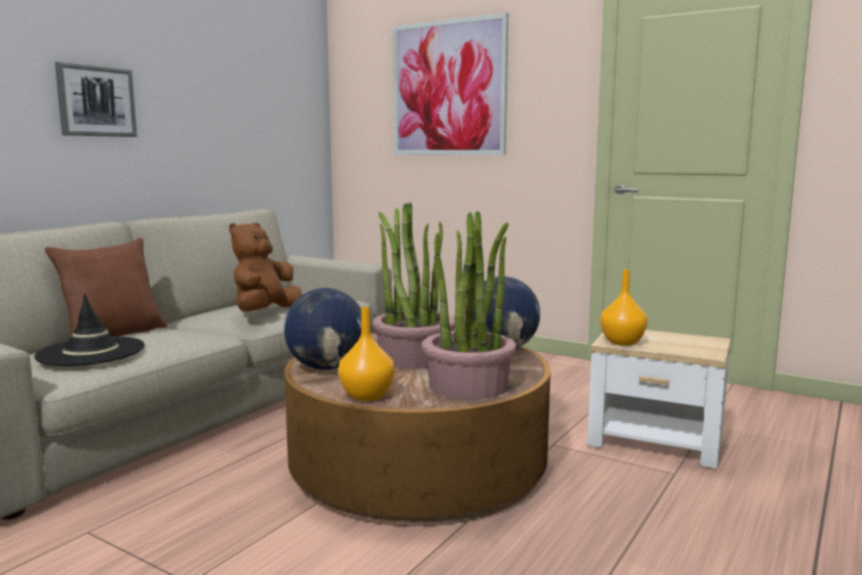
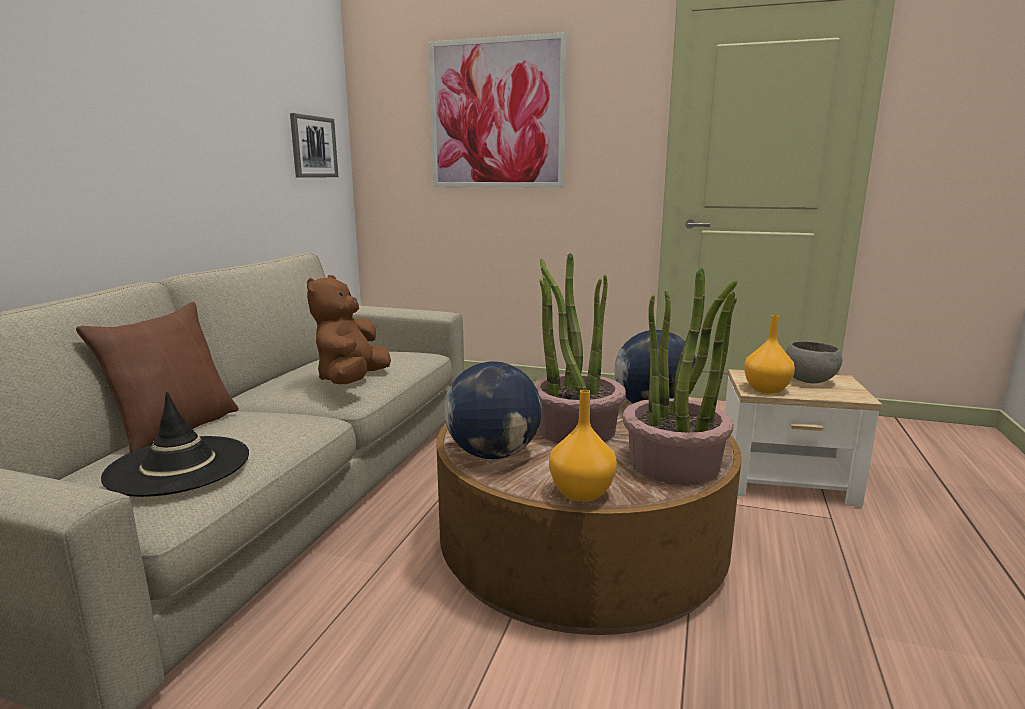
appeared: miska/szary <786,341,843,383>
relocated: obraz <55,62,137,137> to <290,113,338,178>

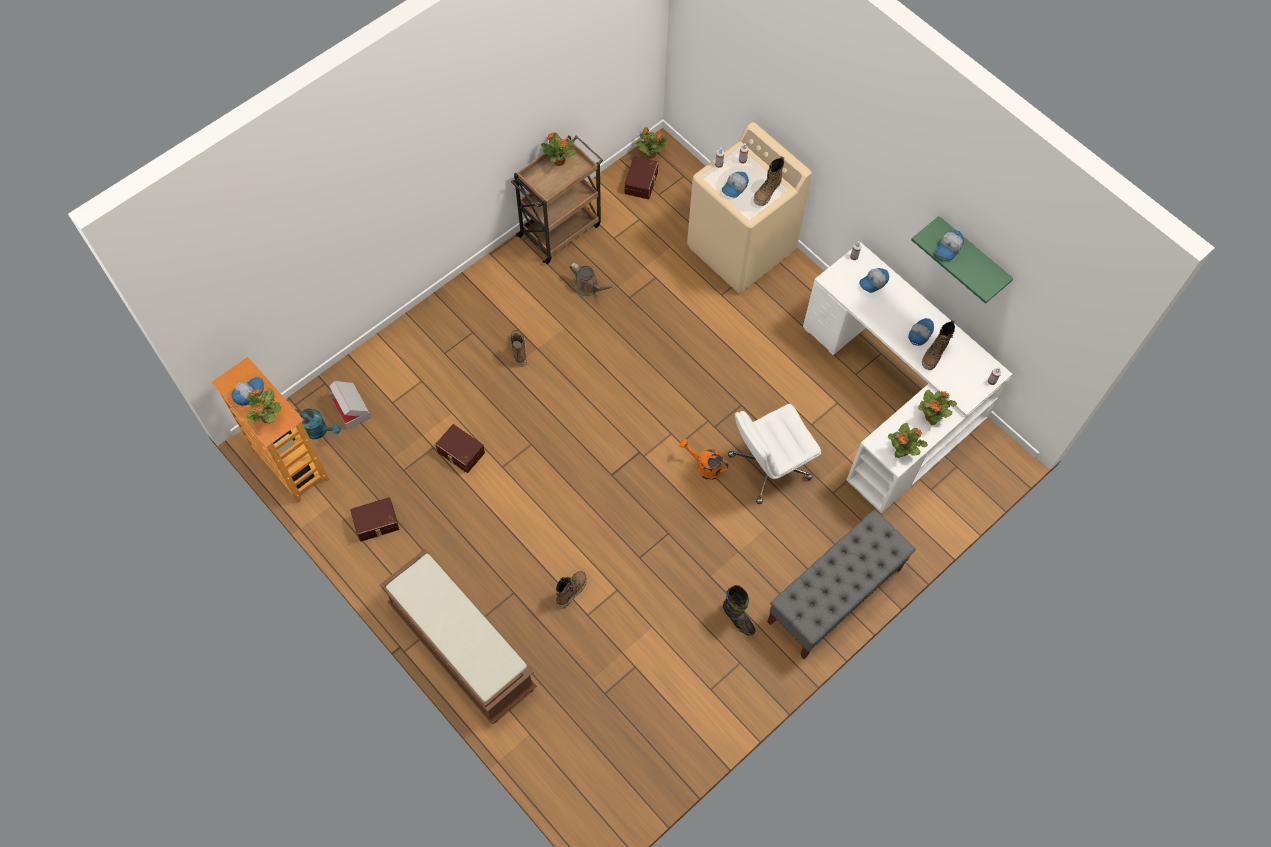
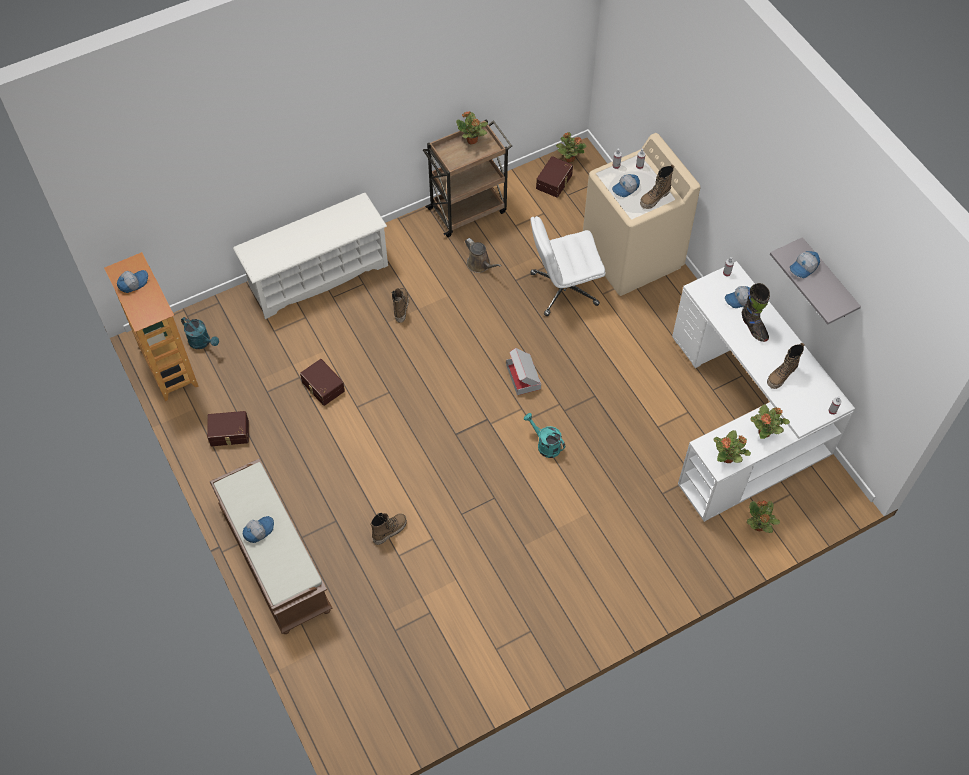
missing: ławka/szary <767,510,916,659>
appeared: regał na buty/biały <233,193,388,319>
relocated: roślina doniczkowa <247,388,282,423> to <747,500,780,533>; karton <330,381,371,429> to <506,348,541,395>; but z cholewką/czarny <723,585,755,636> to <742,283,770,342>; krzesło biurowe/biały <728,404,821,504> to <530,216,605,316>; czapka z daszkiem <908,318,934,346> to <243,516,274,543>
colour: konewka/pomarańczowy <679,439,729,480> to konewka/turkusowy <524,413,565,458>; półka/zielony <911,216,1014,304> to półka/szary <770,237,861,324>

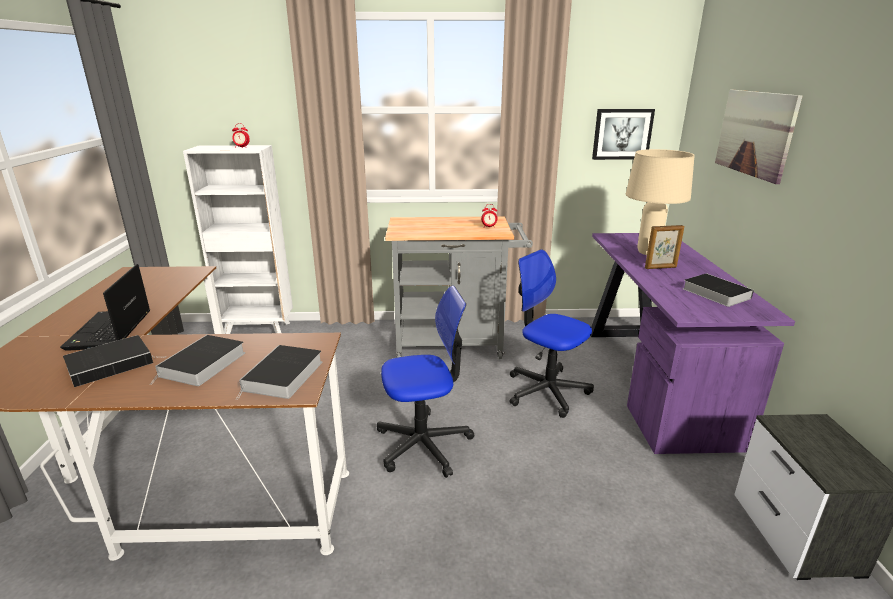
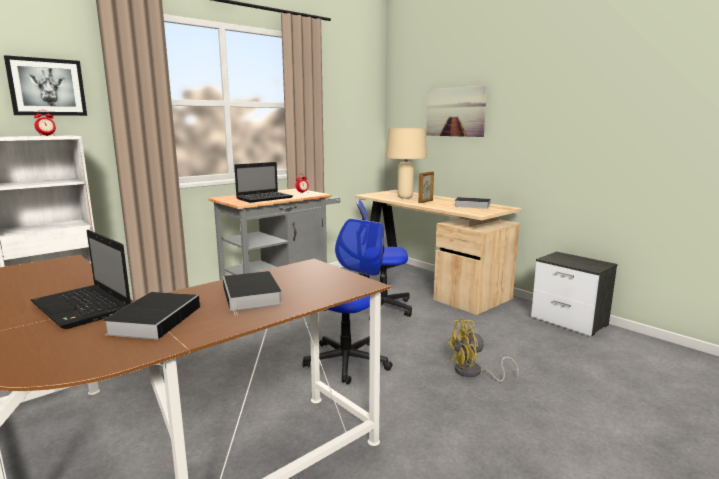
missing: książka <236,345,322,400>
appeared: laptop <234,162,293,203>; wentylator/żółty <447,319,519,382>
relocated: obraz <592,109,655,160> to <4,55,87,116>
colour: biurko/fioletowy <591,233,795,454> to biurko/beżowy <354,190,522,315>

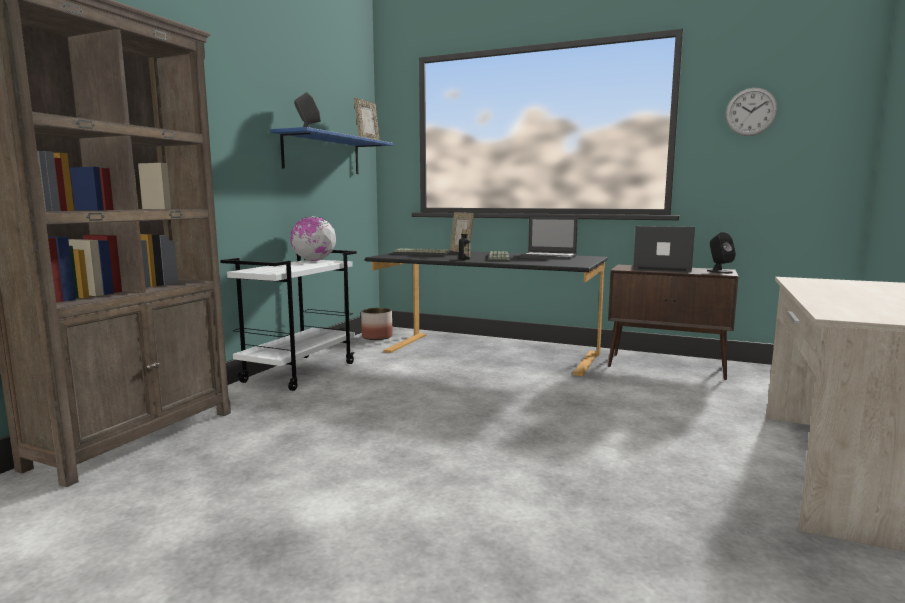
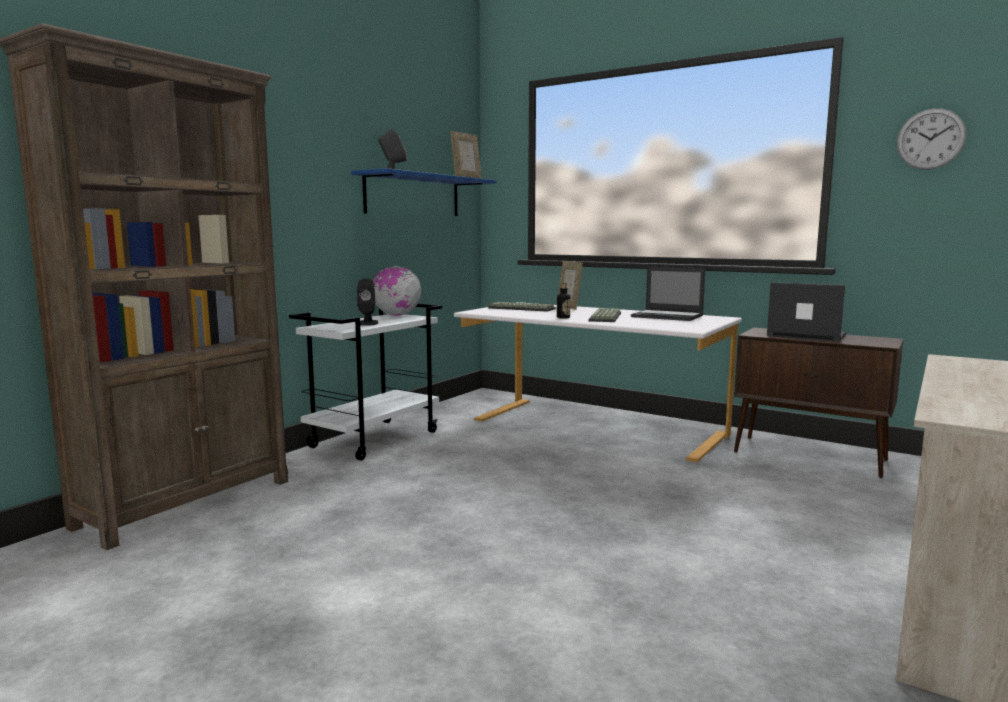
missing: donica <361,308,393,340>
relocated: głośnik/czarny <707,232,736,274> to <357,278,378,326>
colour: biurko/czarny <365,251,608,376> to biurko/biały <454,302,742,462>

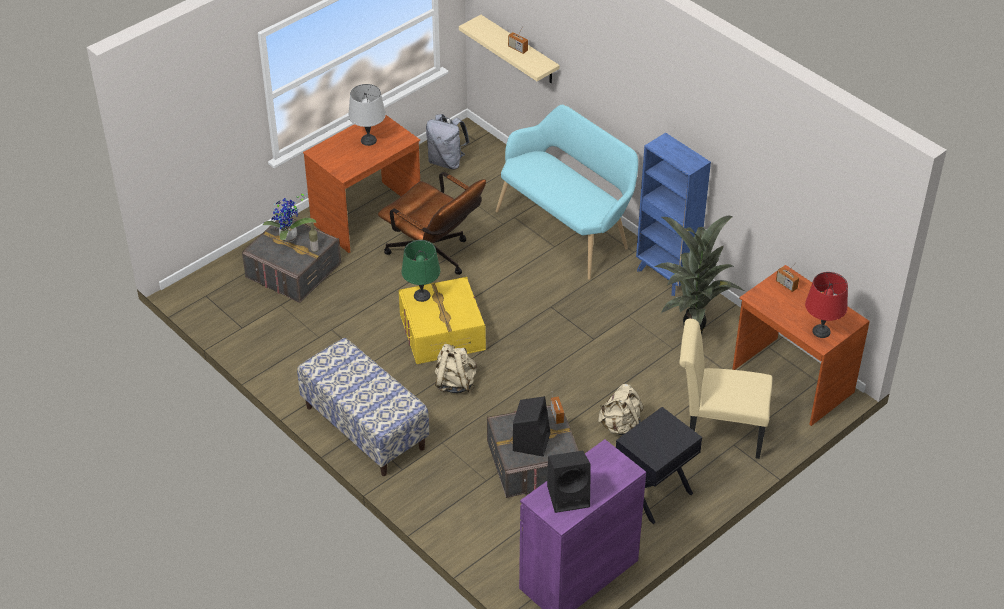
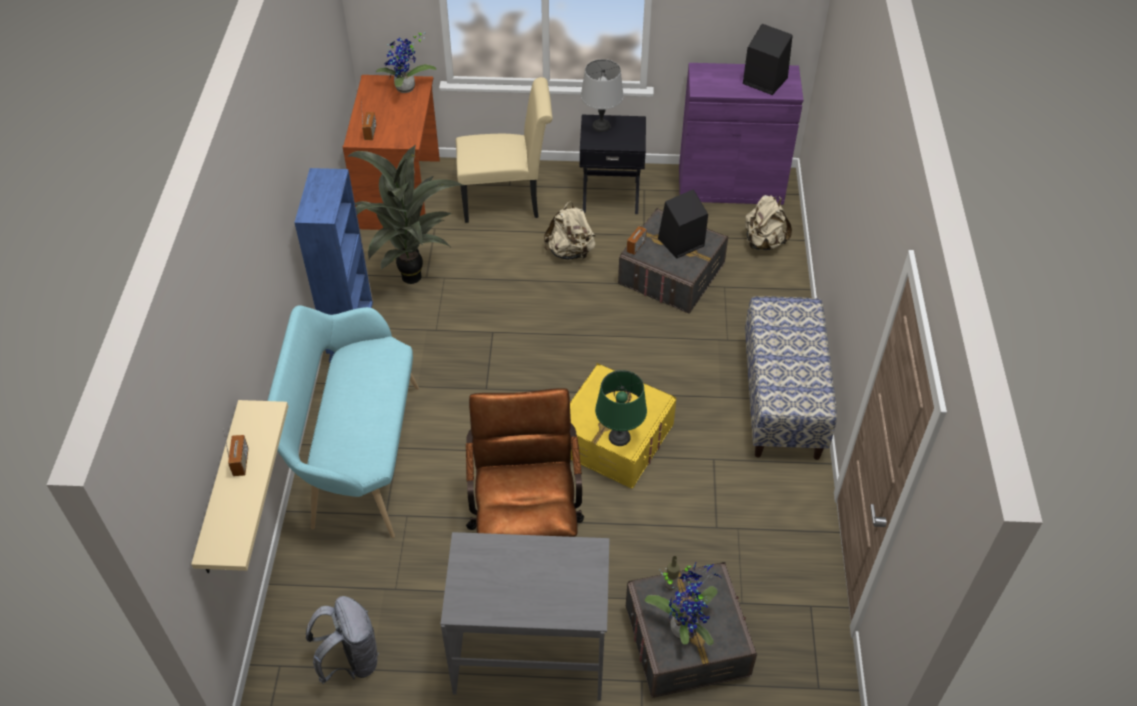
relocated: lampa stołowa/szary <348,84,386,146> to <581,59,624,132>; plecak/beżowy <435,344,477,393> to <745,195,792,250>
exchanged: lampa stołowa/czerwony <805,272,848,338> to roślina doniczkowa <376,32,437,93>
colour: biurko/brązowy <303,115,420,253> to biurko/szary <441,532,609,701>
spun: krzesło/beżowy <679,319,773,459> = <456,77,553,223> 60 degrees counterclockwise

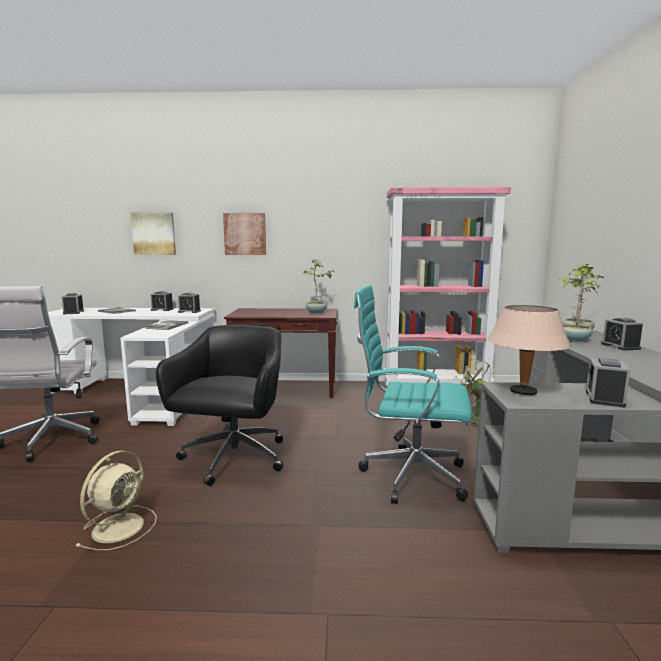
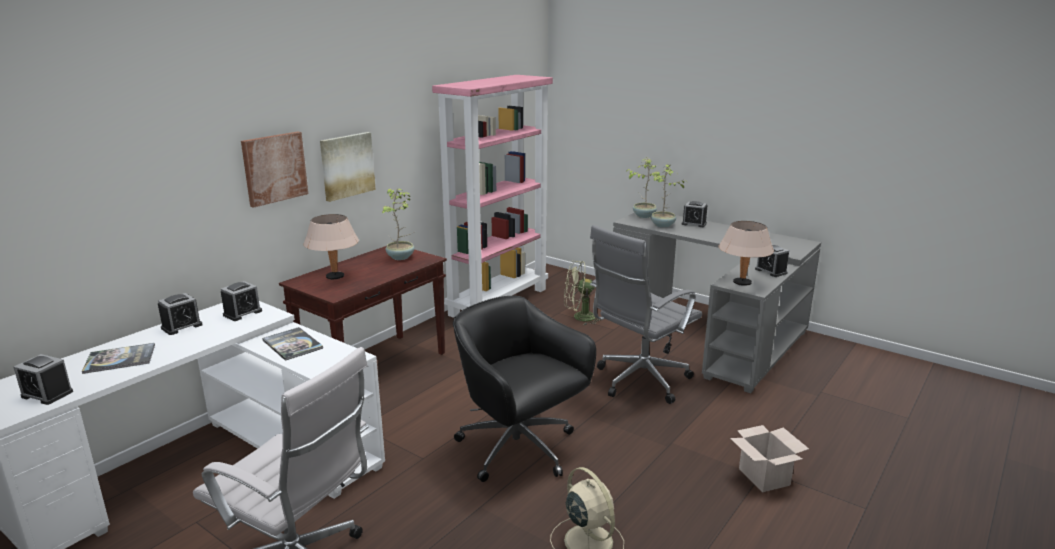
appeared: lampa stołowa/beżowy <303,214,359,280>; karton <730,425,809,492>
relocated: obraz <131,212,176,255> to <320,132,376,202>
colour: krzesło biurowe/turkusowy <354,285,472,504> to krzesło biurowe/szary <590,225,702,404>

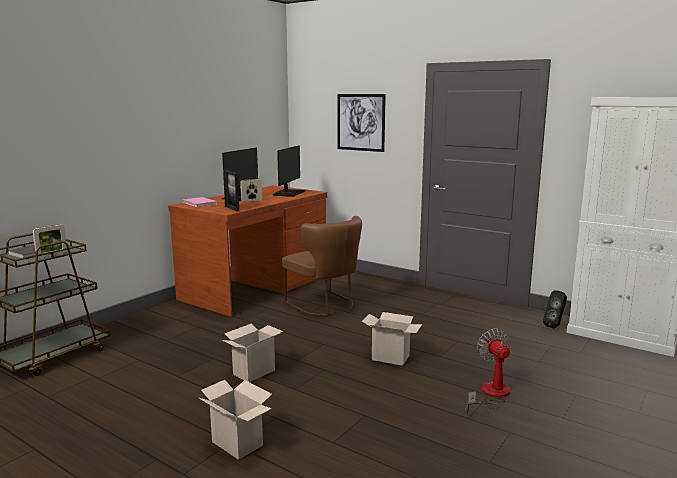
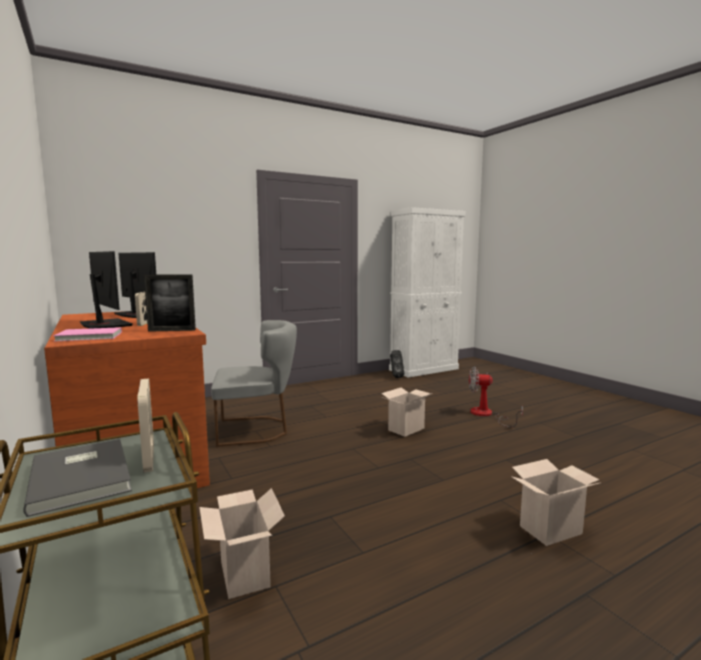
missing: obraz <338,94,386,152>
relocated: karton <222,324,283,382> to <199,488,285,599>
colour: krzesło/brązowy <282,216,362,316> to krzesło/szary <211,320,297,447>

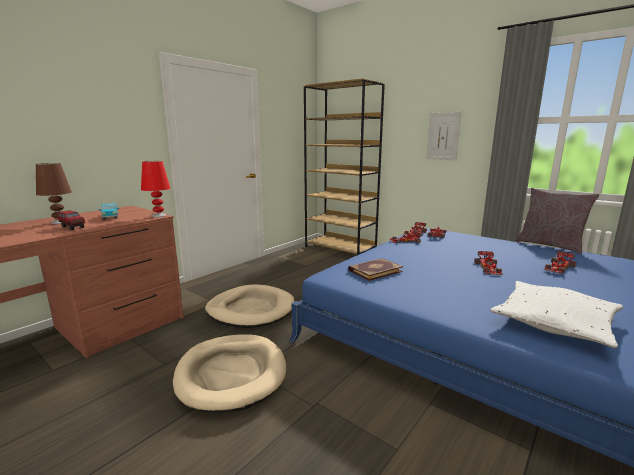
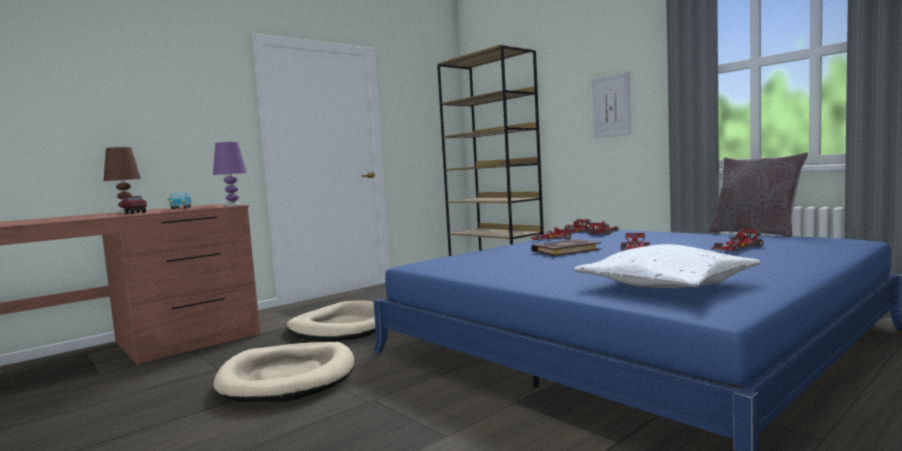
relocated: książka <348,258,403,281> to <532,239,601,256>
colour: lampa stołowa/czerwony <141,161,170,218> to lampa stołowa/fioletowy <213,142,246,206>

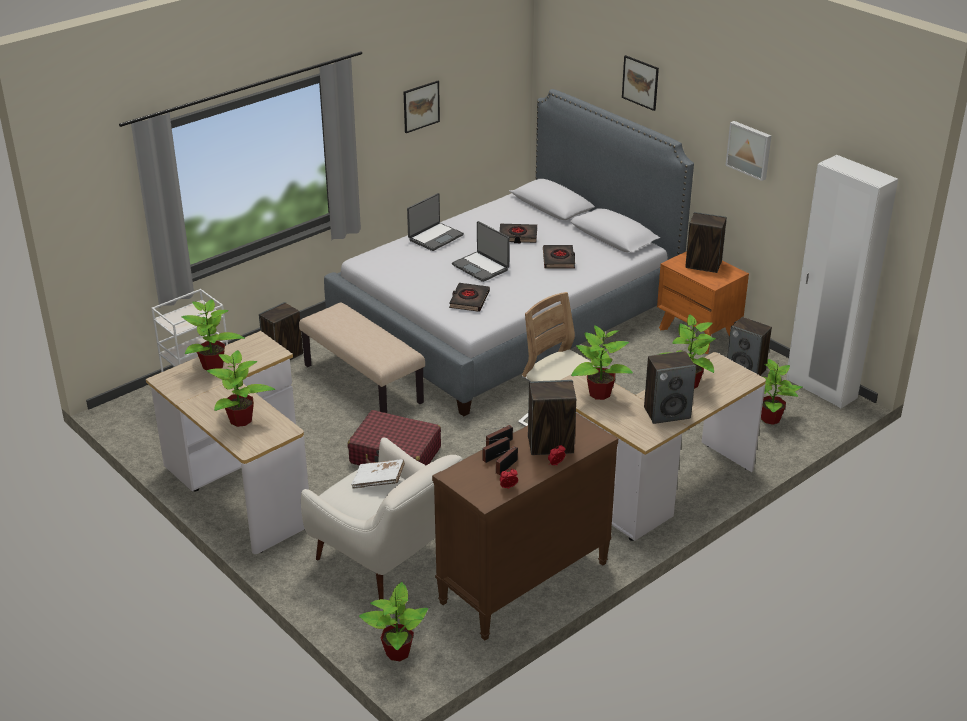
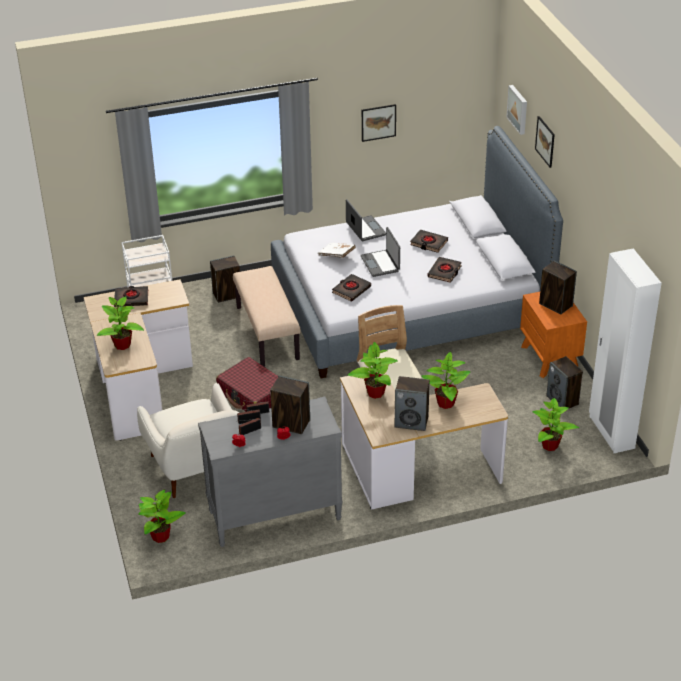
relocated: książka/biały <351,459,405,489> to <318,242,356,258>; obraz <725,121,771,181> to <506,85,527,135>
exchanged: roślina doniczkowa <181,299,245,370> to książka/czarny <114,286,148,307>
colour: komoda/brązowy <432,413,618,641> to komoda/szary <198,397,343,547>
spun: laptop <407,193,464,251> = <346,199,386,241> 90 degrees counterclockwise

